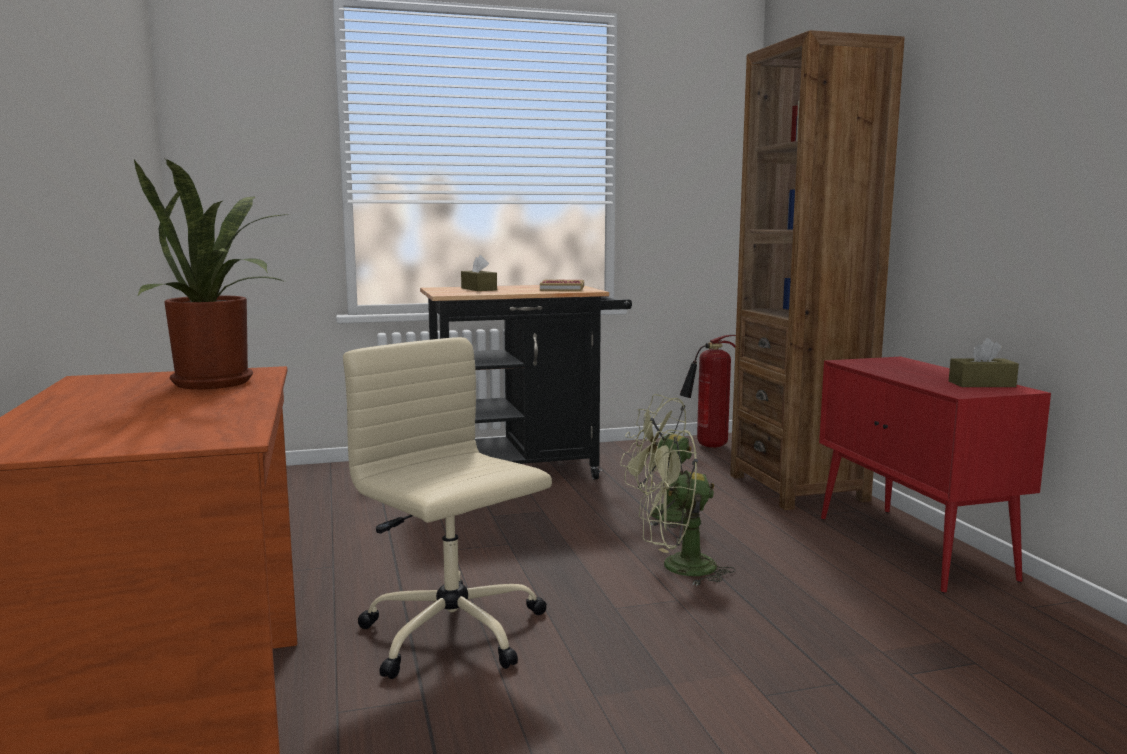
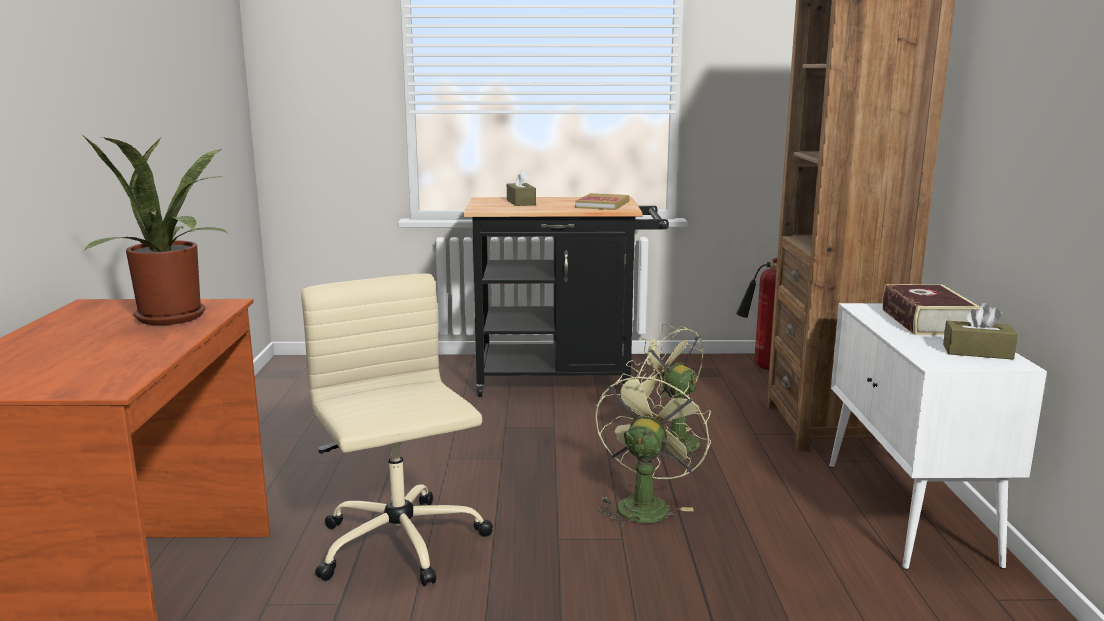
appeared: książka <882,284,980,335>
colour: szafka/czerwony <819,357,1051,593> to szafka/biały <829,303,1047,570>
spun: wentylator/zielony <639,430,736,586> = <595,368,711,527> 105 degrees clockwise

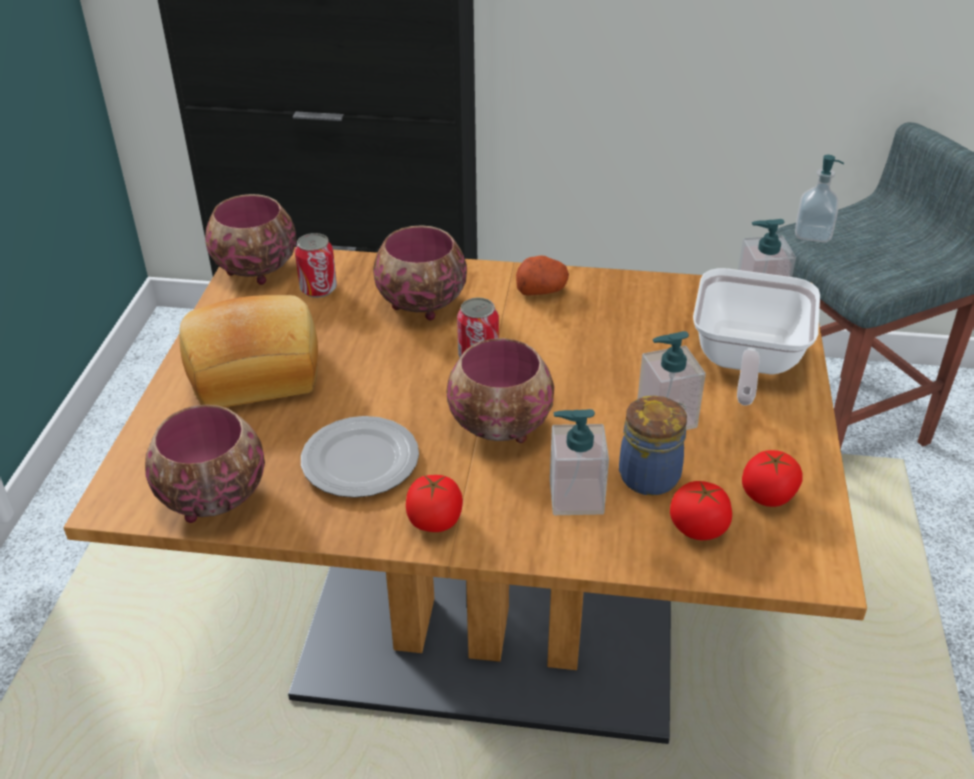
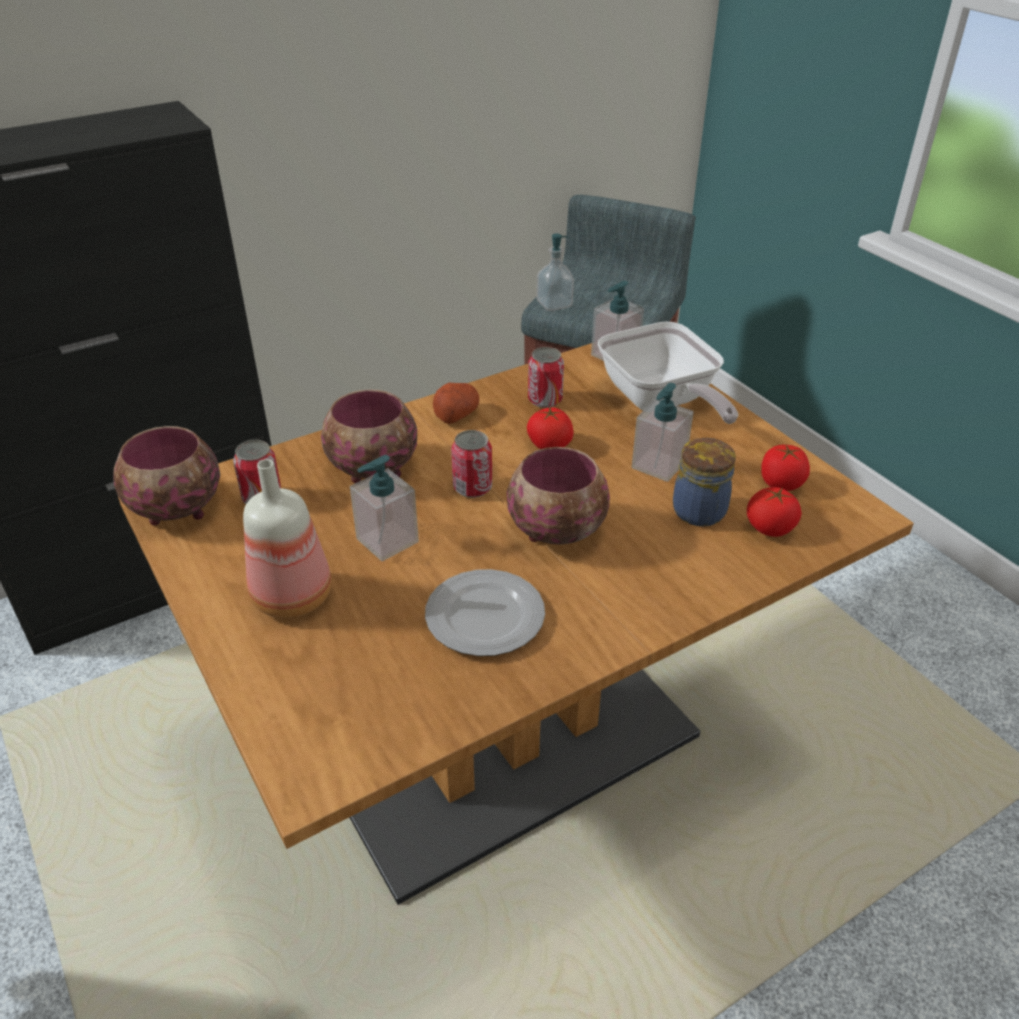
missing: miska <145,405,265,523>
appeared: puszka <528,347,564,408>
relocated: pomidor <406,475,463,532> to <527,407,573,449>; dozownik mydła <550,409,609,515> to <350,455,419,561>
exchanged: chleb <179,295,318,407> to butelka <243,459,332,618>

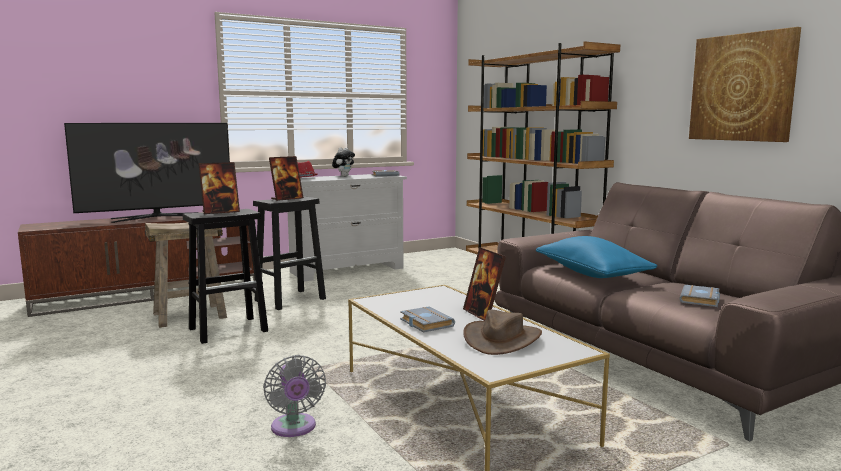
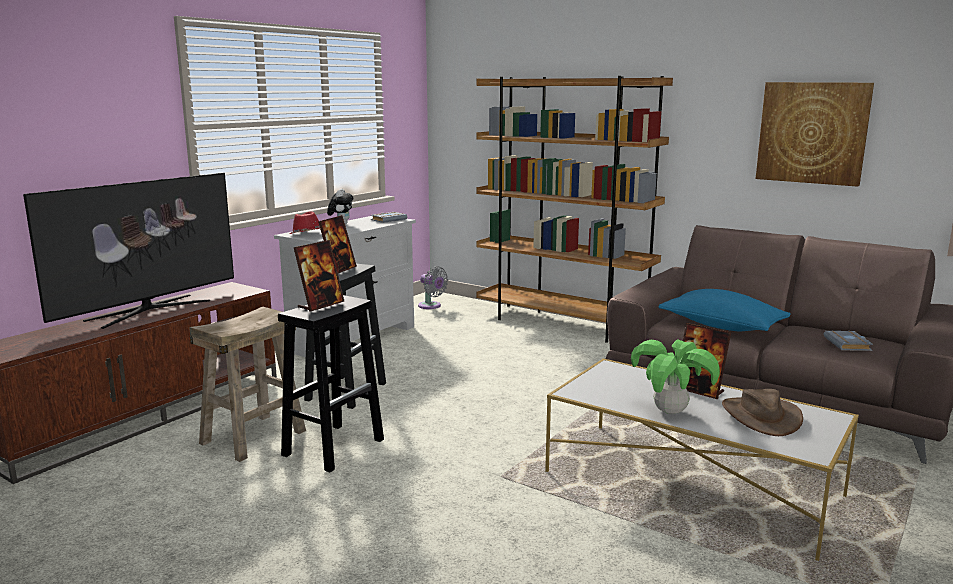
relocated: wentylator/szary <263,355,326,437> to <418,266,448,309>
exchanged: książka/szary <400,306,455,332> to roślina doniczkowa <631,340,720,414>

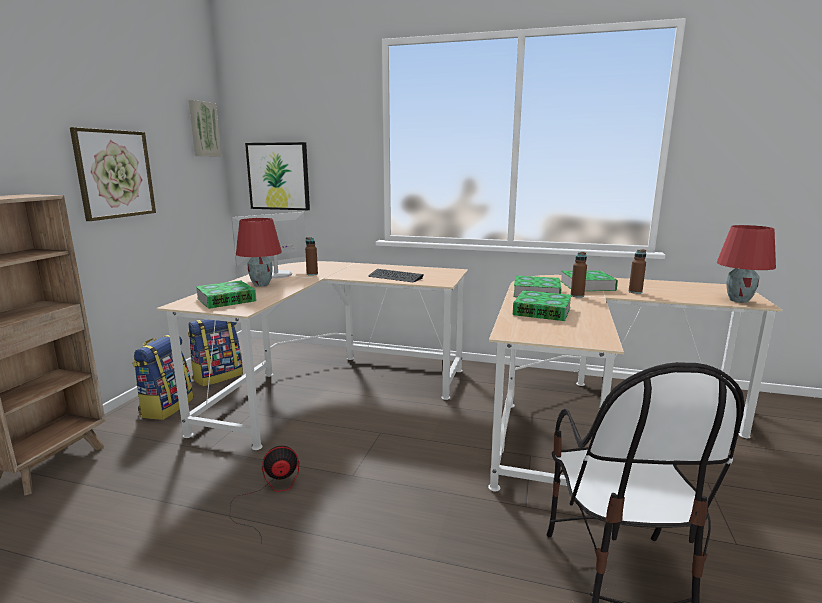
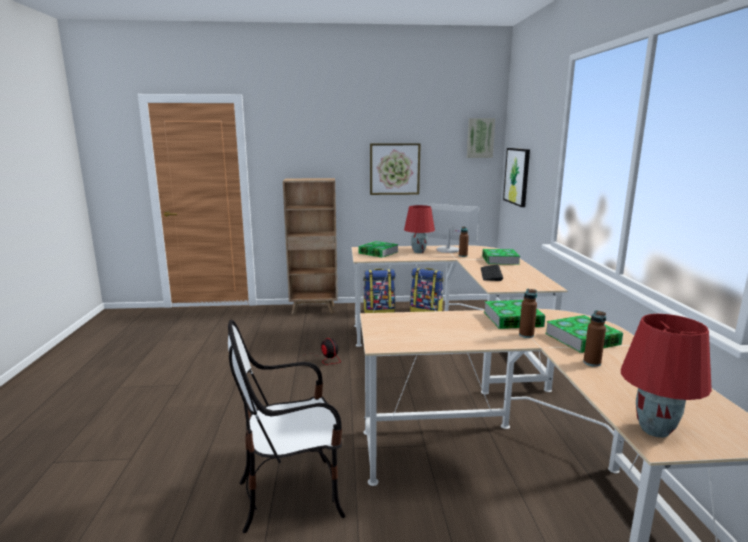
relocated: książka <513,290,572,321> to <482,249,520,265>

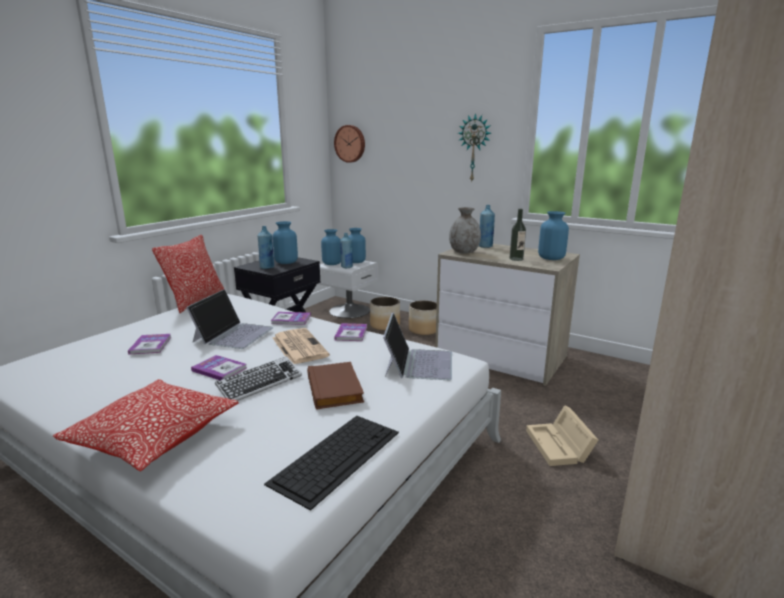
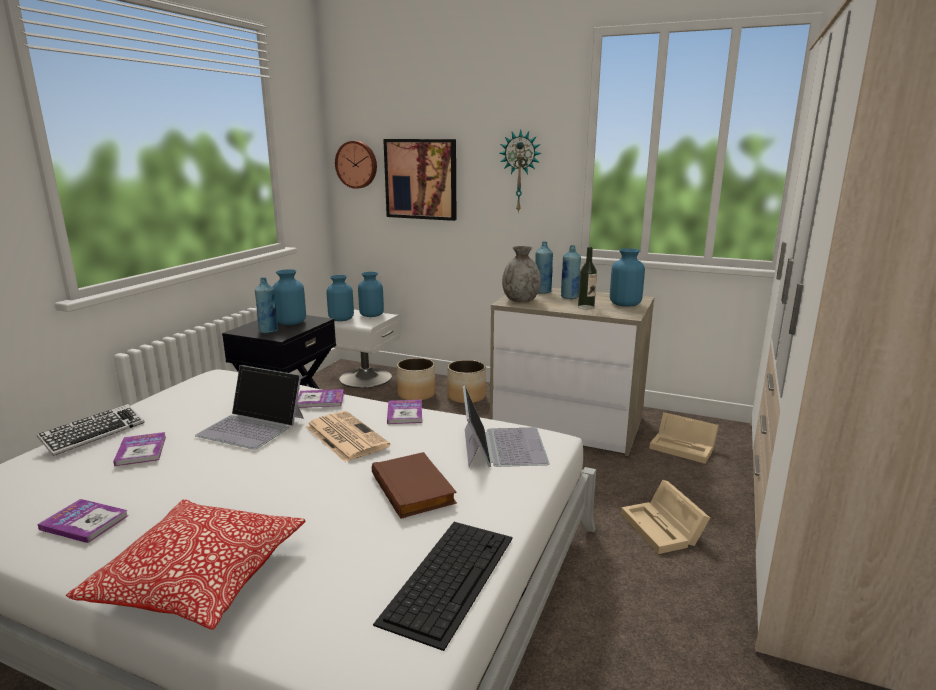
missing: poduszka <152,235,224,313>
appeared: obraz <383,139,456,221>; pojemnik do przechowywania/beżowy <649,412,719,464>
relocated: książka <191,355,246,380> to <37,499,128,543>; klawiatura <215,356,302,401> to <37,404,145,456>; butelka/niebieski <340,233,353,268> to <561,245,581,299>
spun: laptop <186,289,273,349> = <195,365,304,449> 105 degrees clockwise

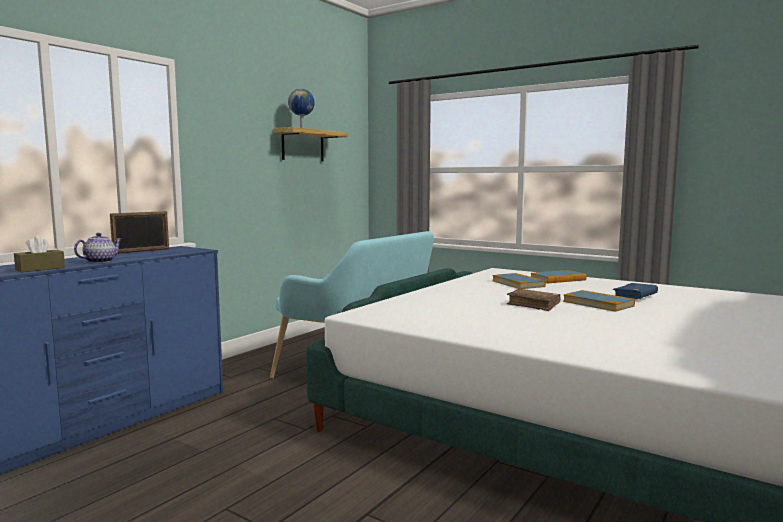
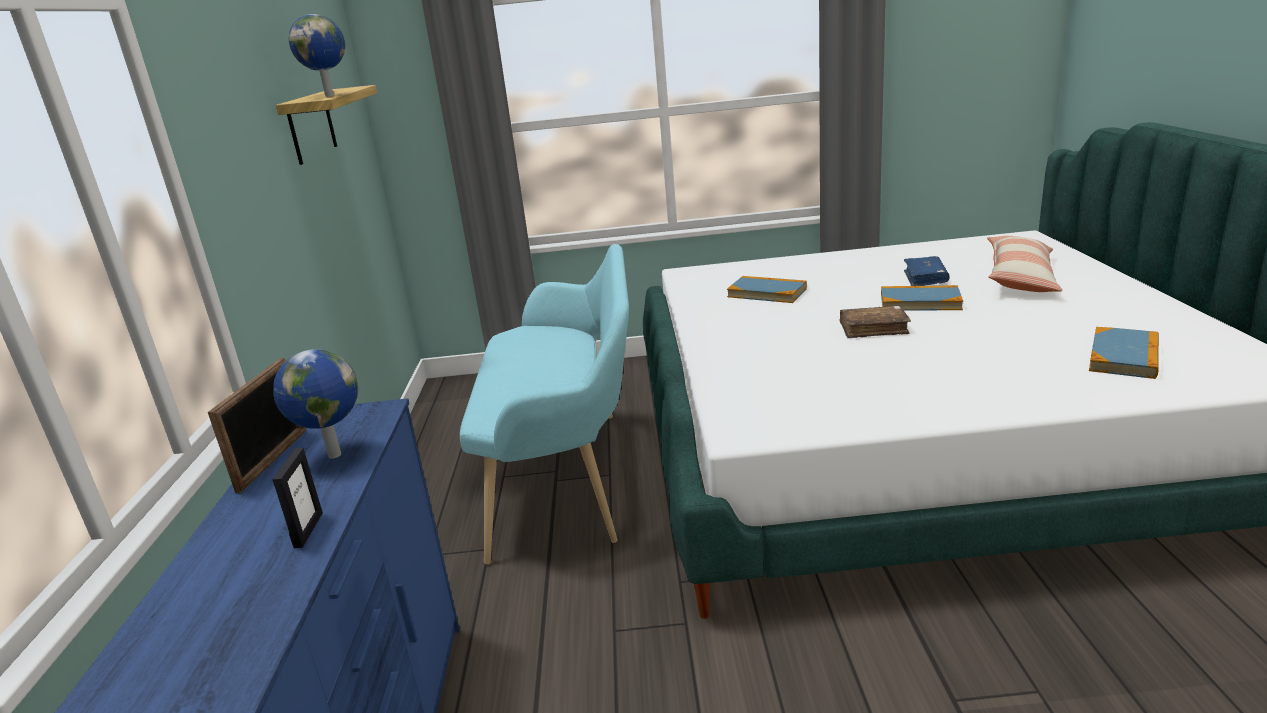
missing: pudełko chusteczek/brązowy <14,236,65,272>
appeared: globus <273,349,358,459>; poduszka <987,236,1063,292>
relocated: książka <530,270,586,283> to <1089,327,1159,379>
exchanged: imbryk <74,233,122,263> to ramka na zdjęcie <273,448,323,548>

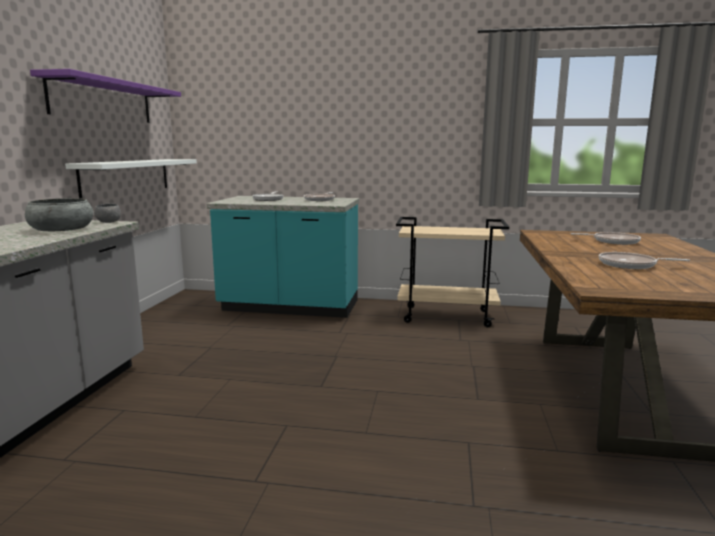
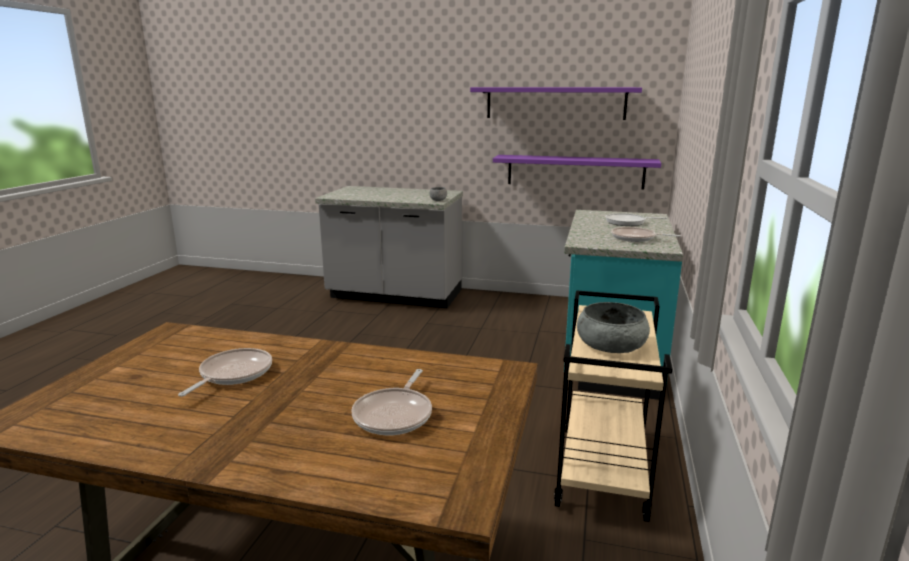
relocated: miska/szary <25,198,93,231> to <577,302,650,353>
colour: półka/biały <65,159,197,199> to półka/fioletowy <493,155,661,189>

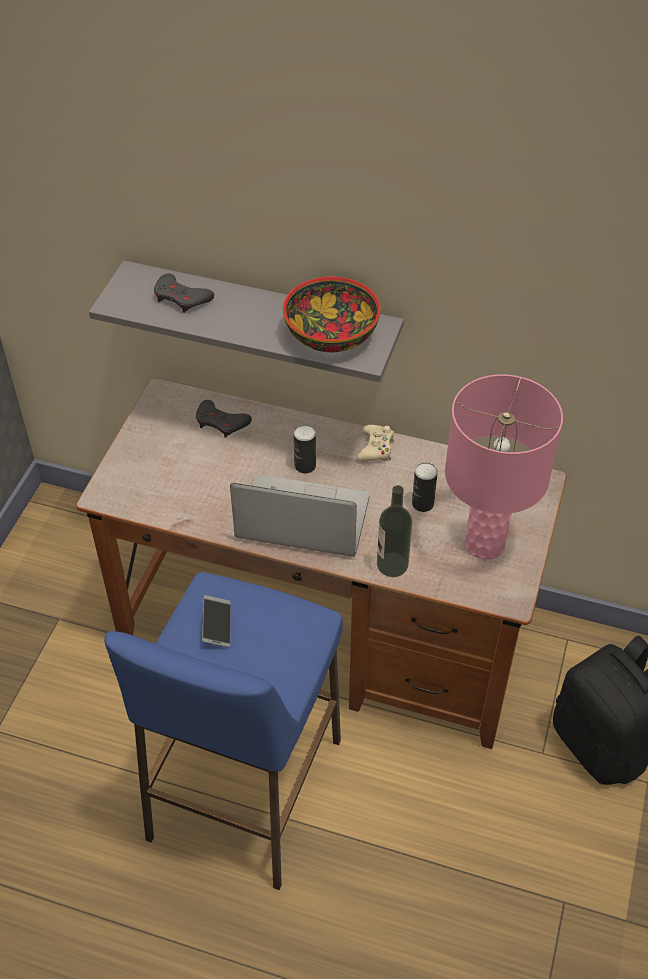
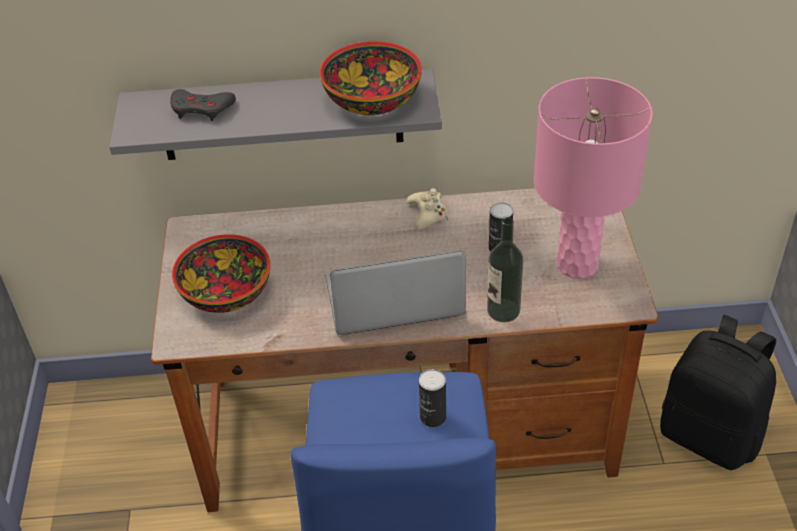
missing: pad do gier/szary <196,400,252,438>; telefon <202,595,231,648>
appeared: miska <172,234,270,313>
relocated: puszka <294,424,316,474> to <419,369,446,427>

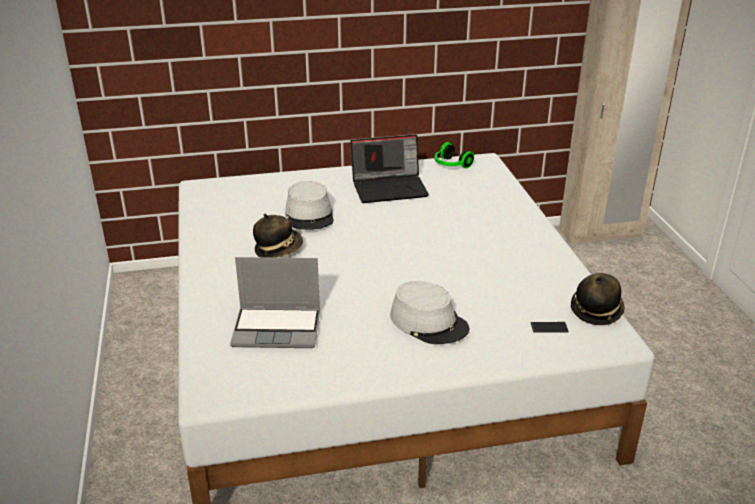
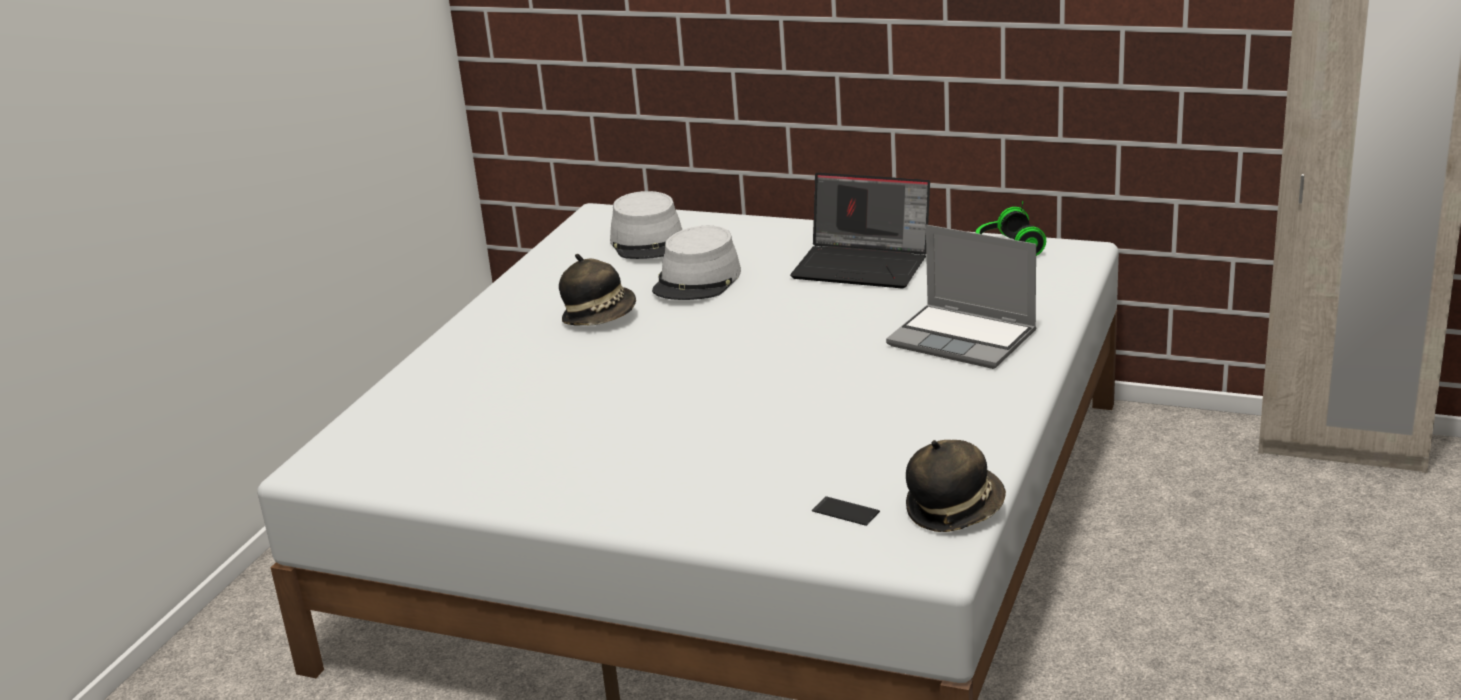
relocated: laptop <230,257,320,348> to <886,225,1036,369>; kapelusz/szary <390,281,469,344> to <610,191,682,259>

